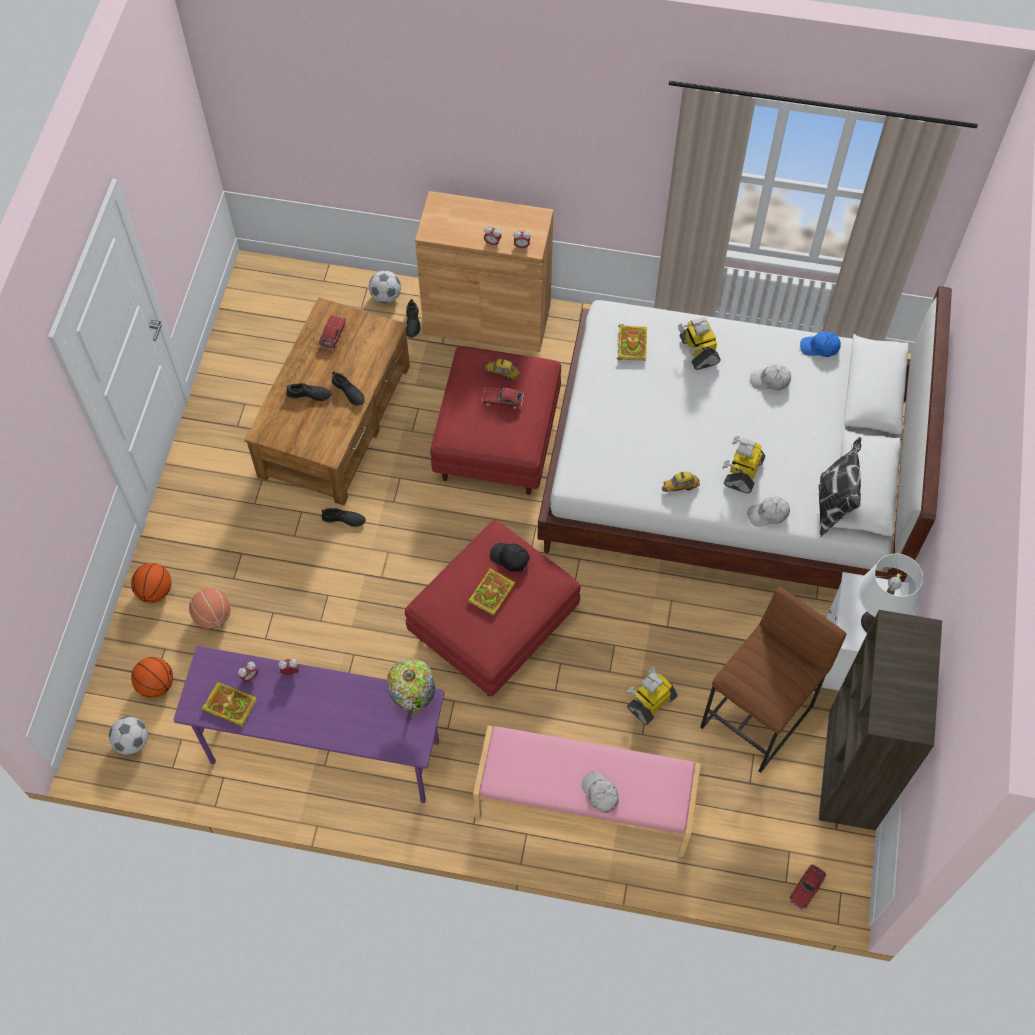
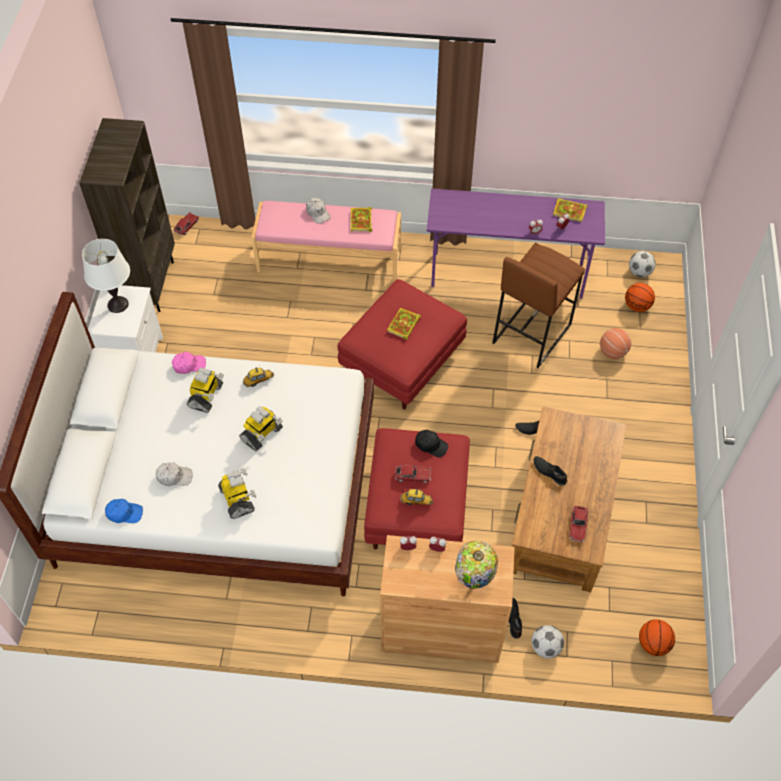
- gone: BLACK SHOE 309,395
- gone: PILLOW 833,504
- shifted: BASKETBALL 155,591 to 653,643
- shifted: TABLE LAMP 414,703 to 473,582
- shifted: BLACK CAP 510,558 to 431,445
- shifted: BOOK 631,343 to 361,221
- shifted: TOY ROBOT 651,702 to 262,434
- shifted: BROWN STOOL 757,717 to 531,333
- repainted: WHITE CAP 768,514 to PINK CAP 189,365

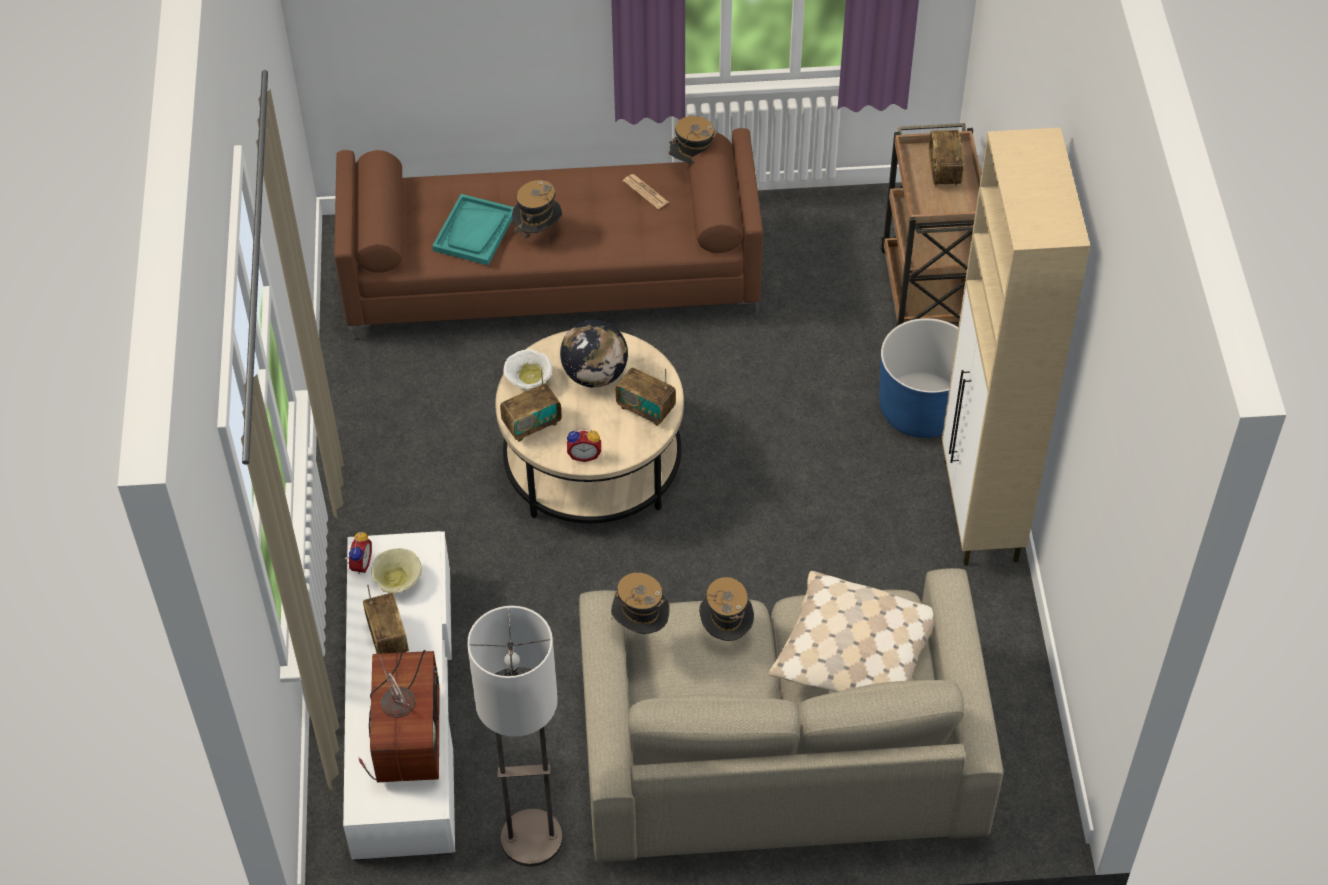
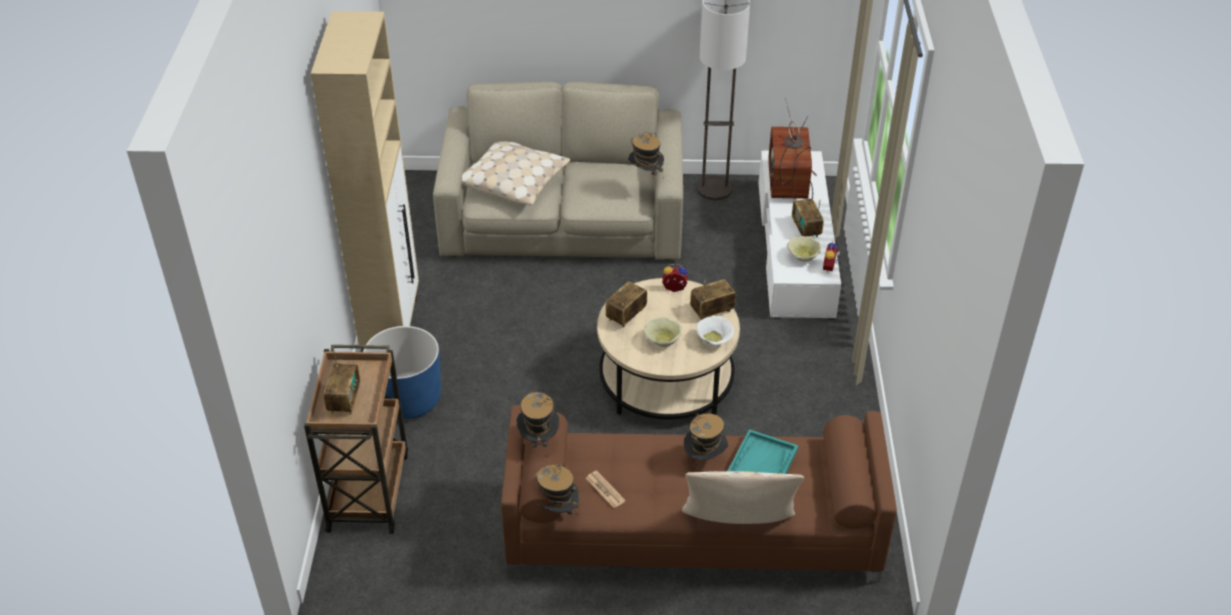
- new: BEIGE PILLOW 738,525
- shifted: HAT 726,631 to 538,440
- swapped: GLOBE 595,375 to BEIGE BOWL 663,340
- rotated: RADIO 646,409 = 626,315 90 degrees counterclockwise

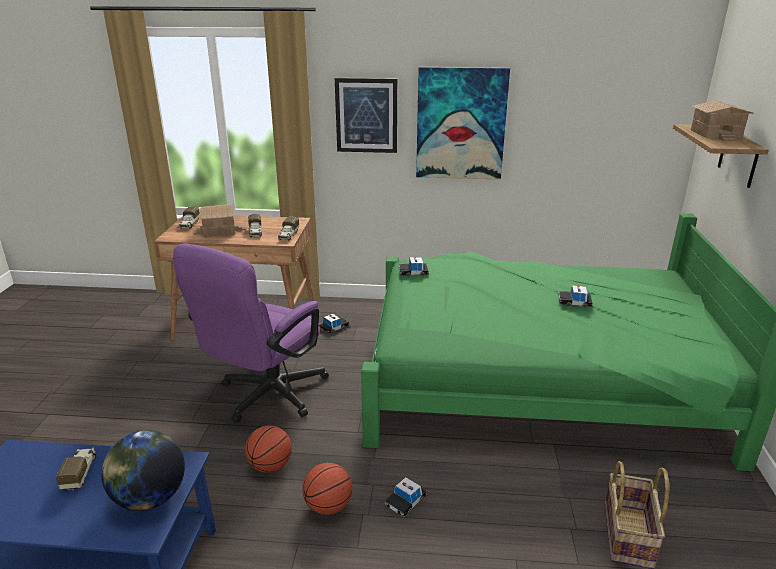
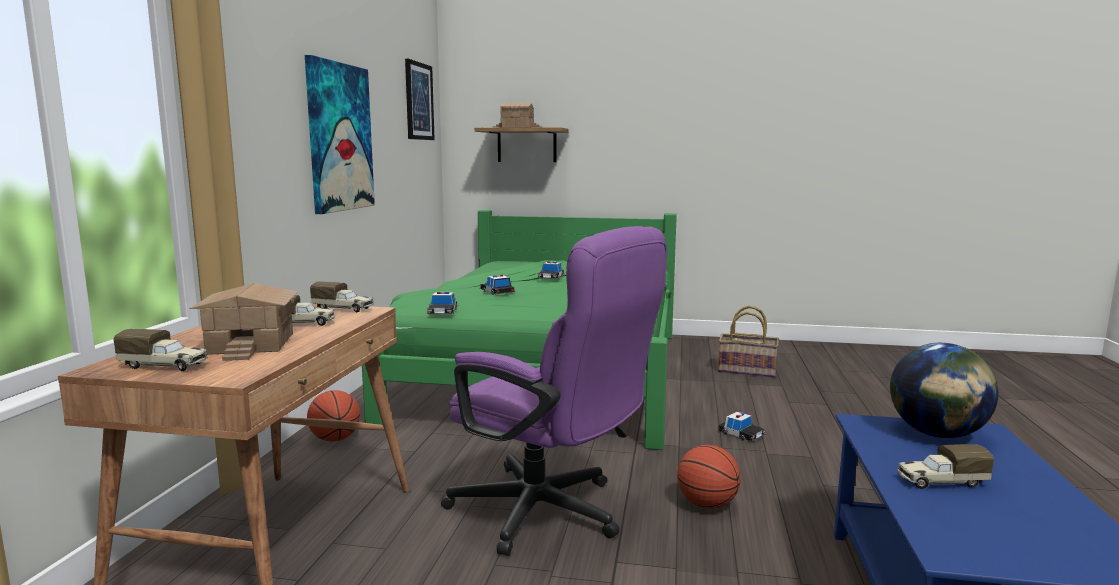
- shifted: BASKETBALL 328,506 to 335,439
- shifted: TOY CAR 334,327 to 497,292
- shifted: PICTURE 366,115 to 418,101

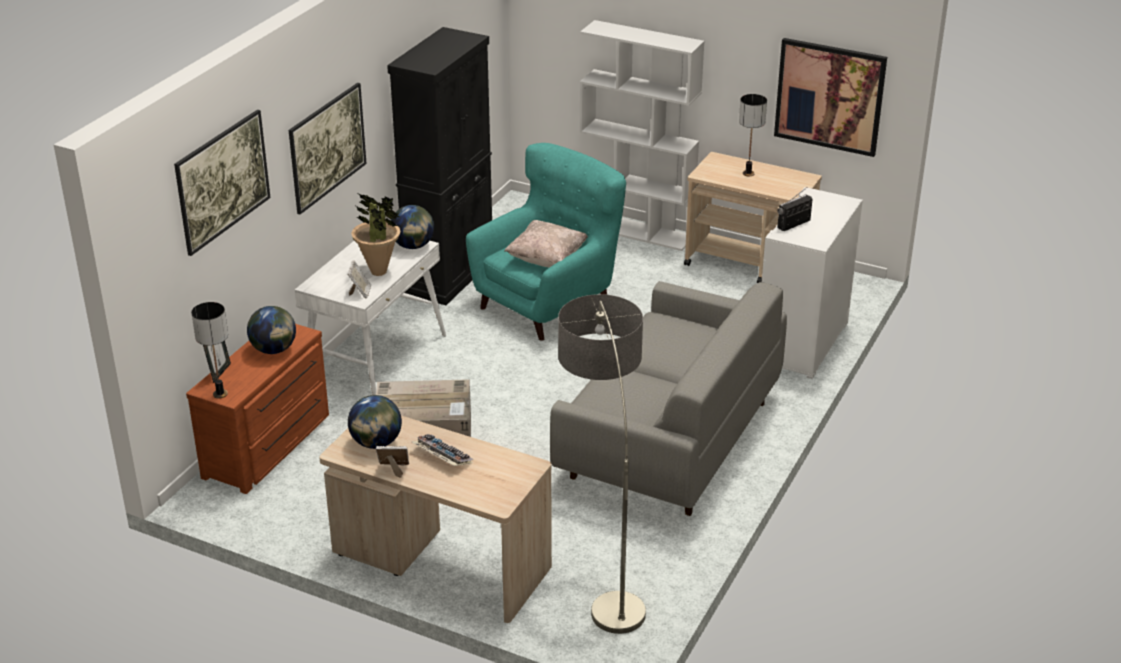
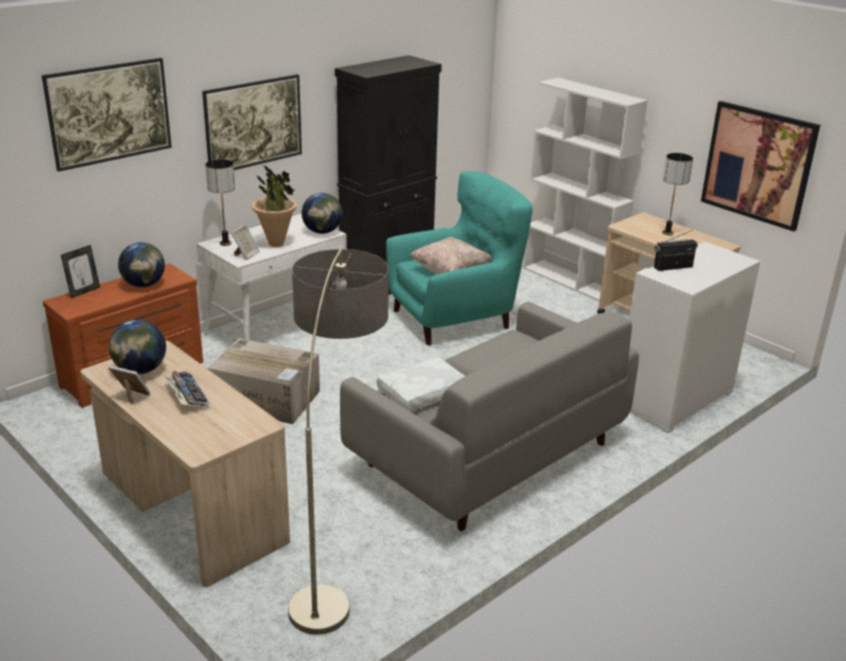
- new: WHITE PILLOW 423,394
- shifted: TABLE LAMP 220,394 to 225,243

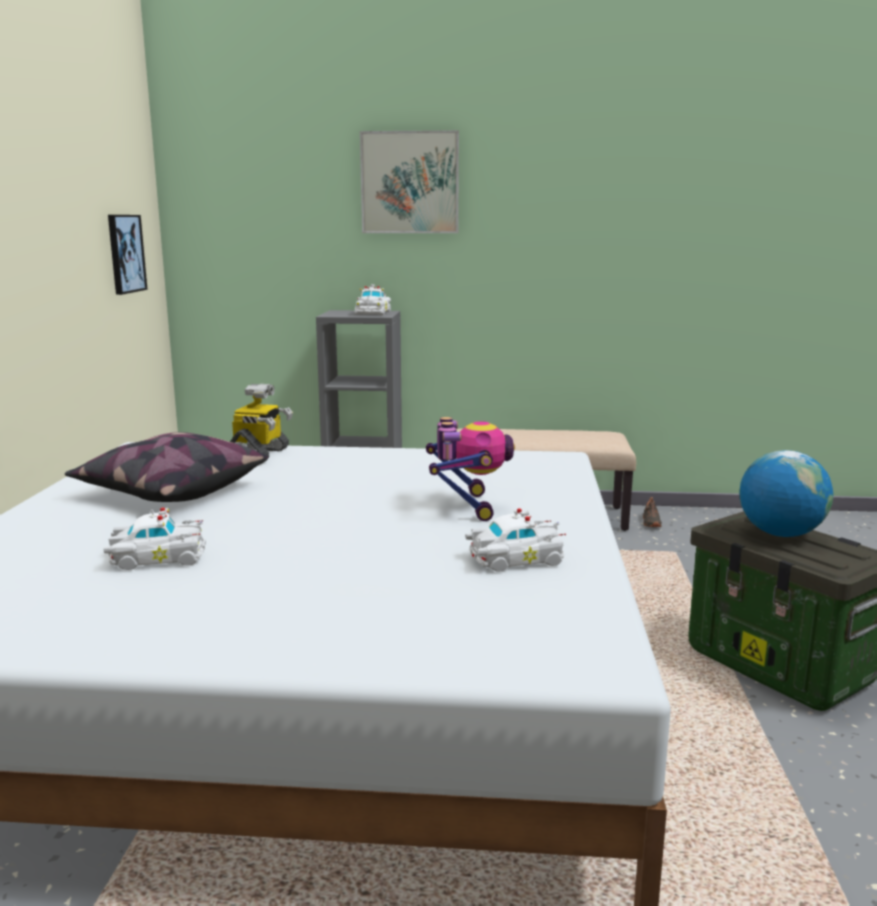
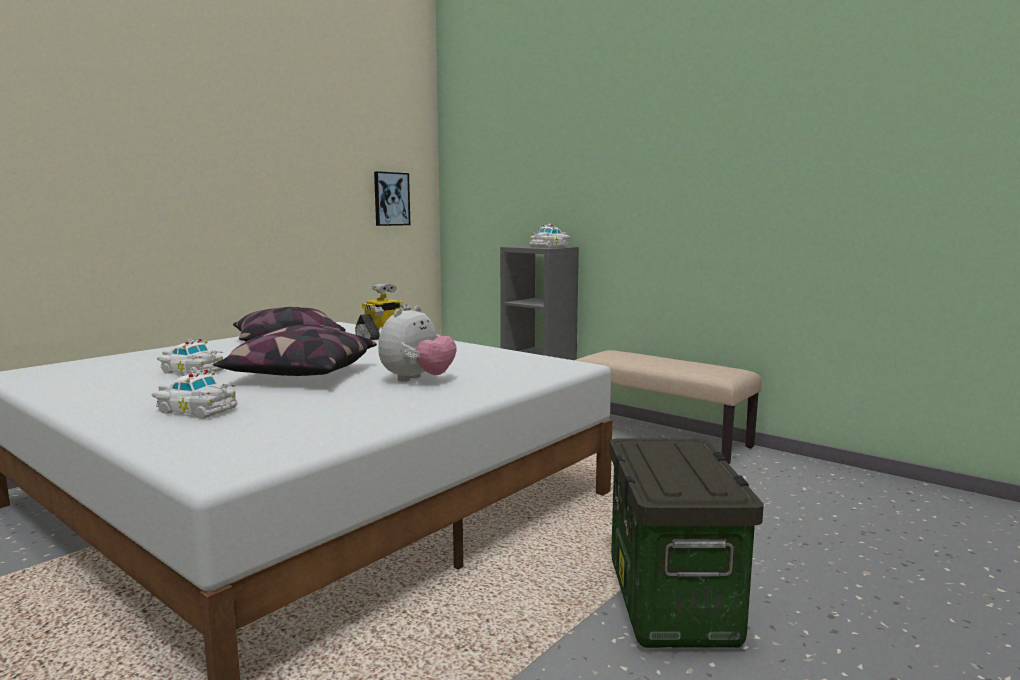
- gone: PICTURE 410,183
- gone: BLACK SHOE 650,522
- gone: GLOBE 780,534
- new: PILLOW 301,376
- shifted: WHITE TOY CAR 513,559 to 196,410
- swapped: TOY ROBOT 467,506 to PLUSH TOY 417,380

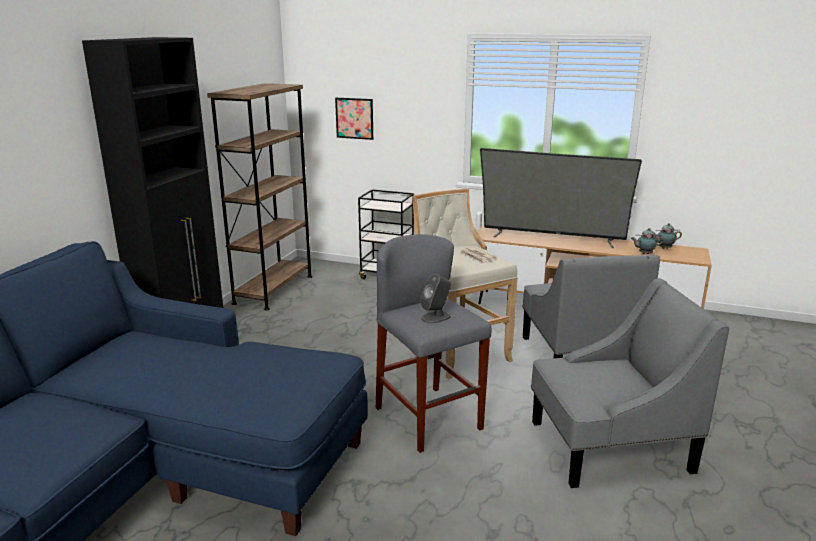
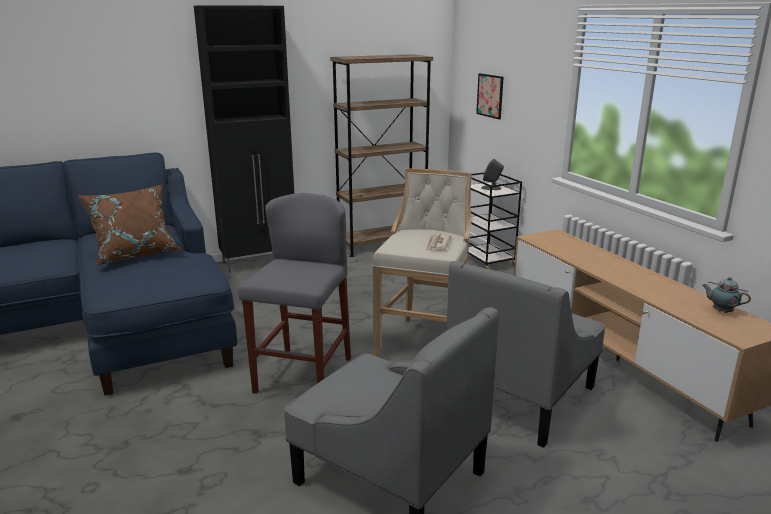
- gone: TELEVISION 552,238
- gone: TEAPOT 644,253
- new: BROWN PILLOW 135,254
- shifted: GREY SPEAKER 436,317 to 491,188

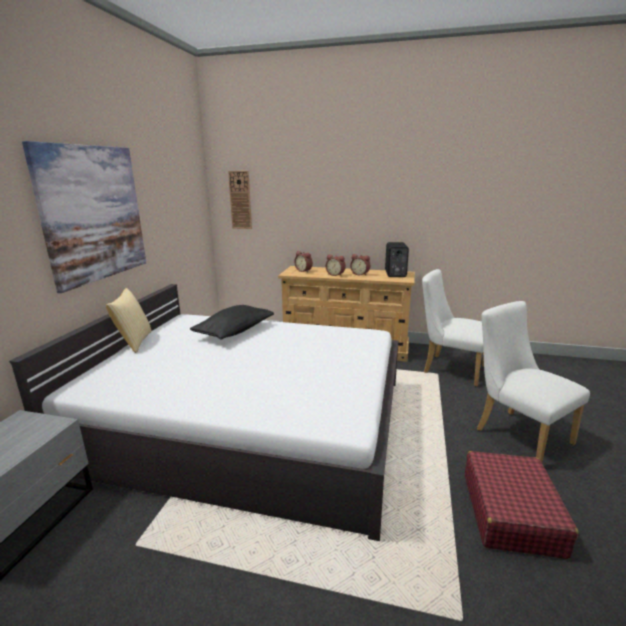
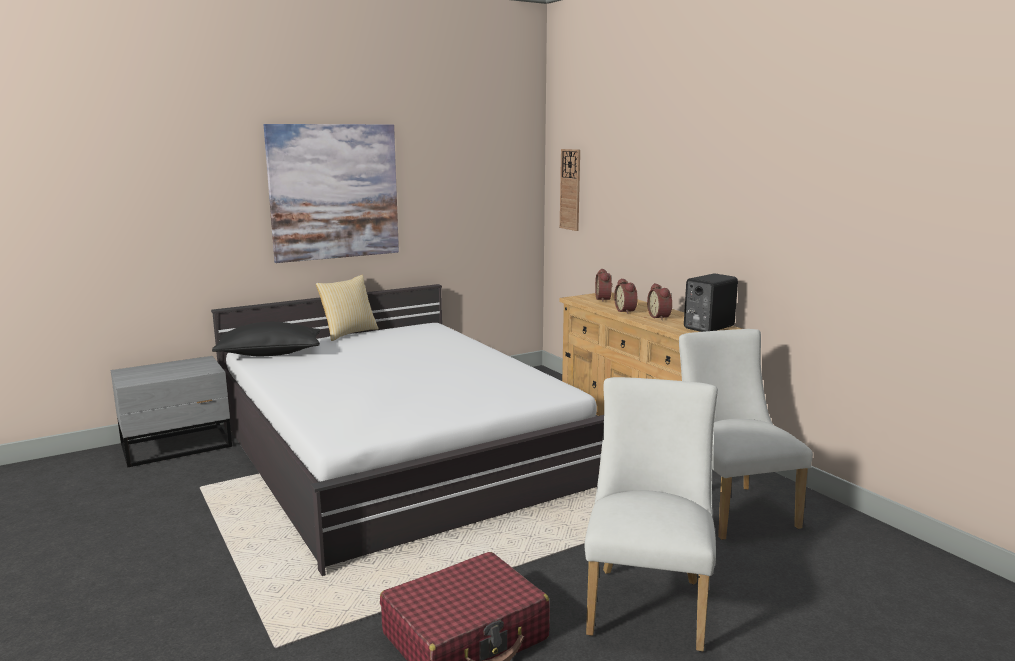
- shifted: BLACK PILLOW 234,331 to 270,354

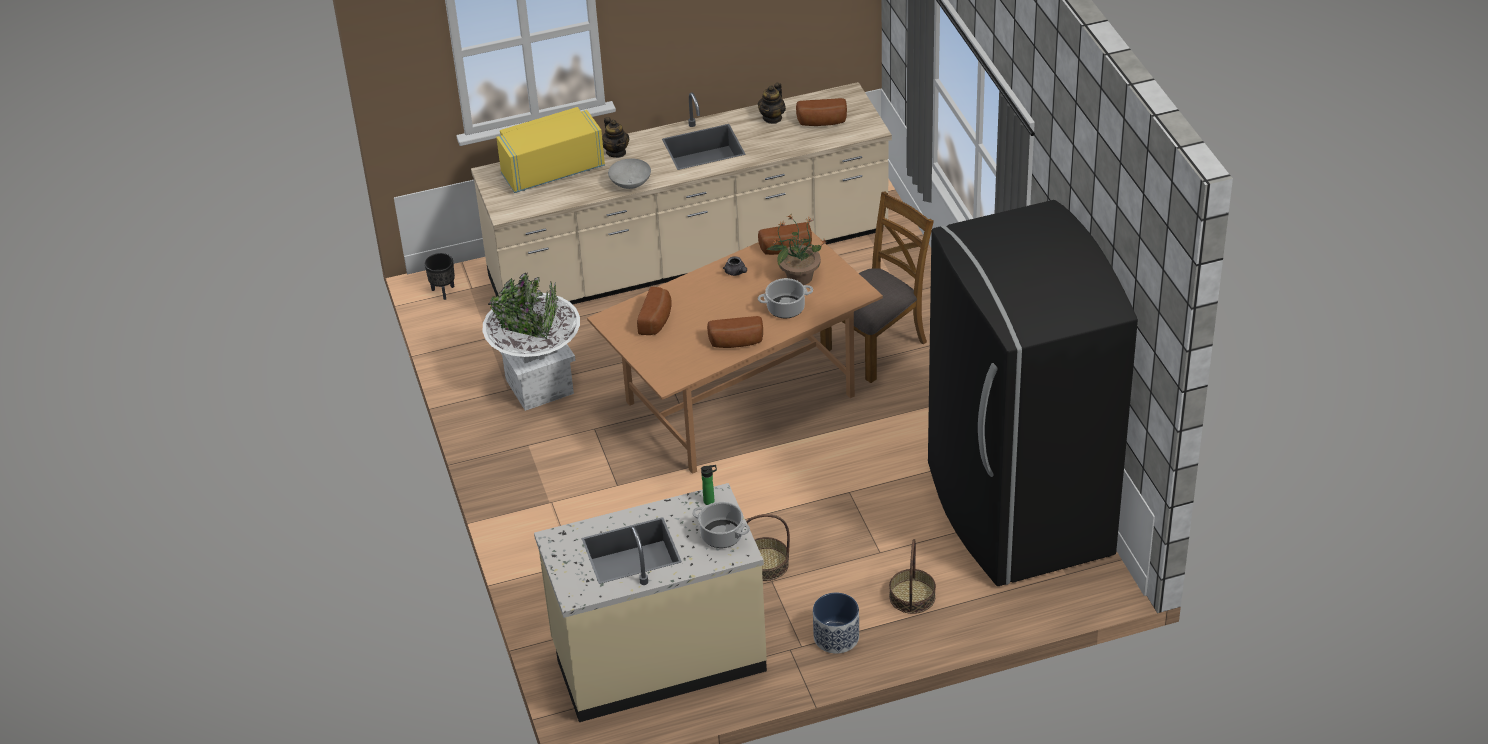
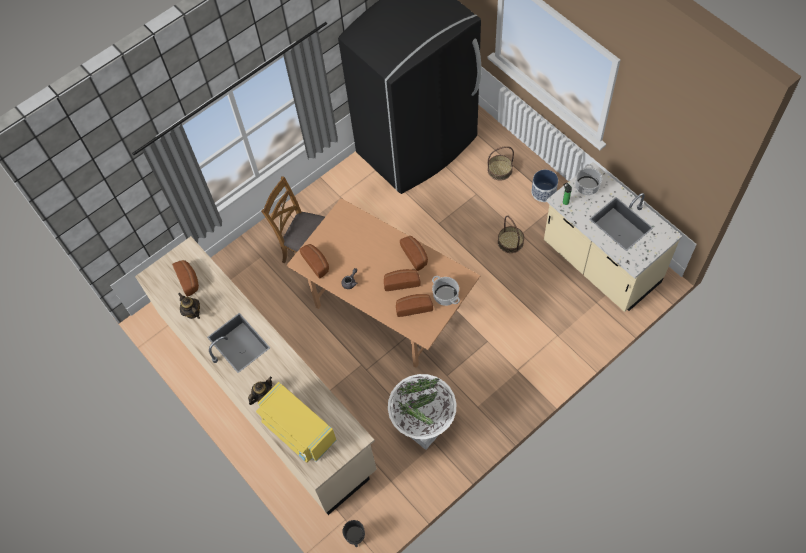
- gone: GREY BOWL 629,184
- gone: POTTED PLANT 798,277
- new: BREAD 401,282
- shifted: COOKING POT 786,308 to 445,295
- rotated: TEAPOT 772,118 = 192,312 135 degrees counterclockwise

